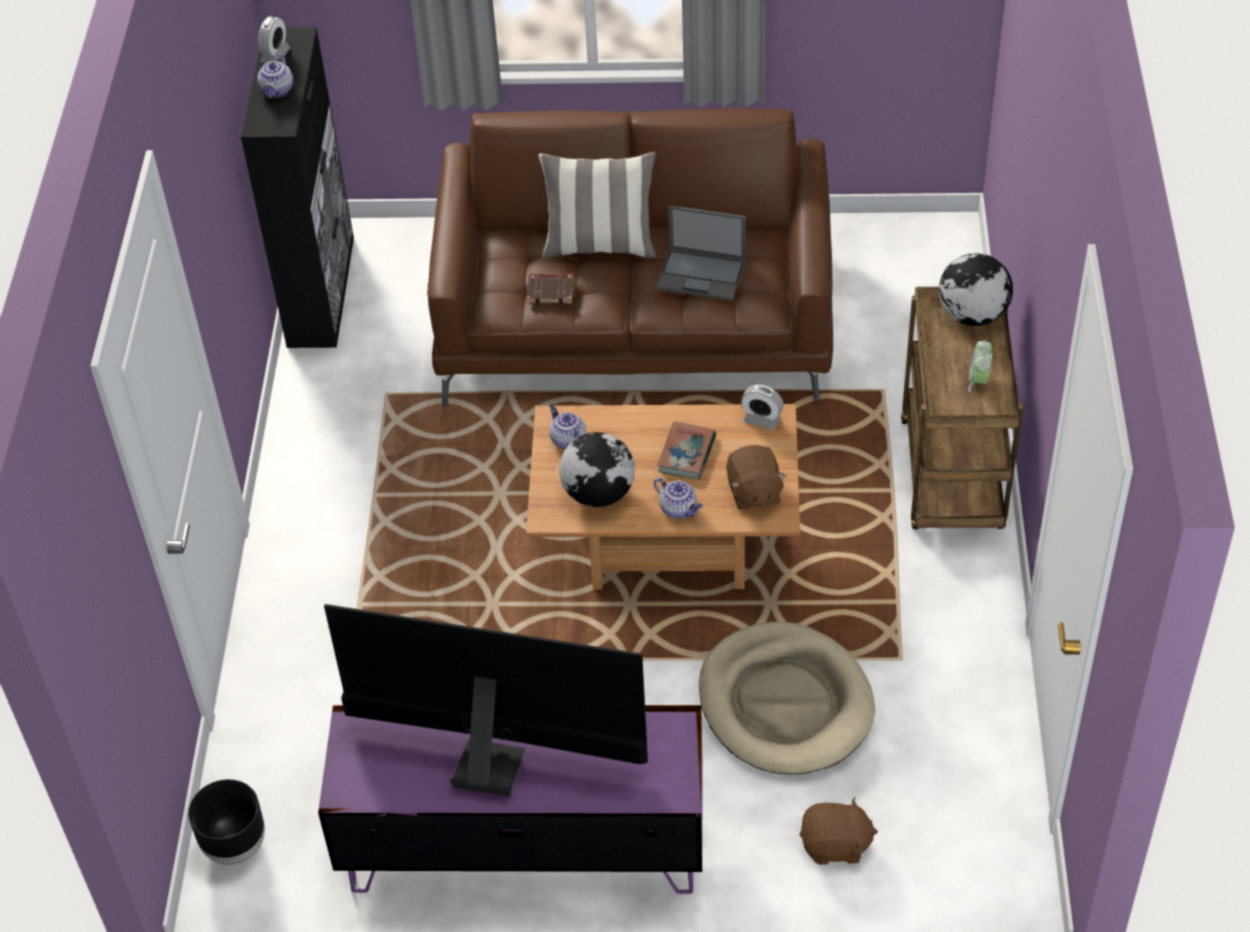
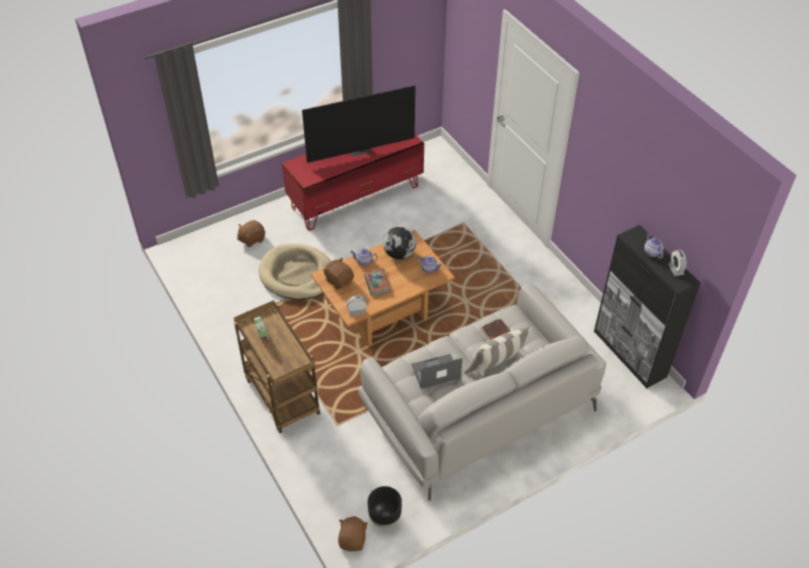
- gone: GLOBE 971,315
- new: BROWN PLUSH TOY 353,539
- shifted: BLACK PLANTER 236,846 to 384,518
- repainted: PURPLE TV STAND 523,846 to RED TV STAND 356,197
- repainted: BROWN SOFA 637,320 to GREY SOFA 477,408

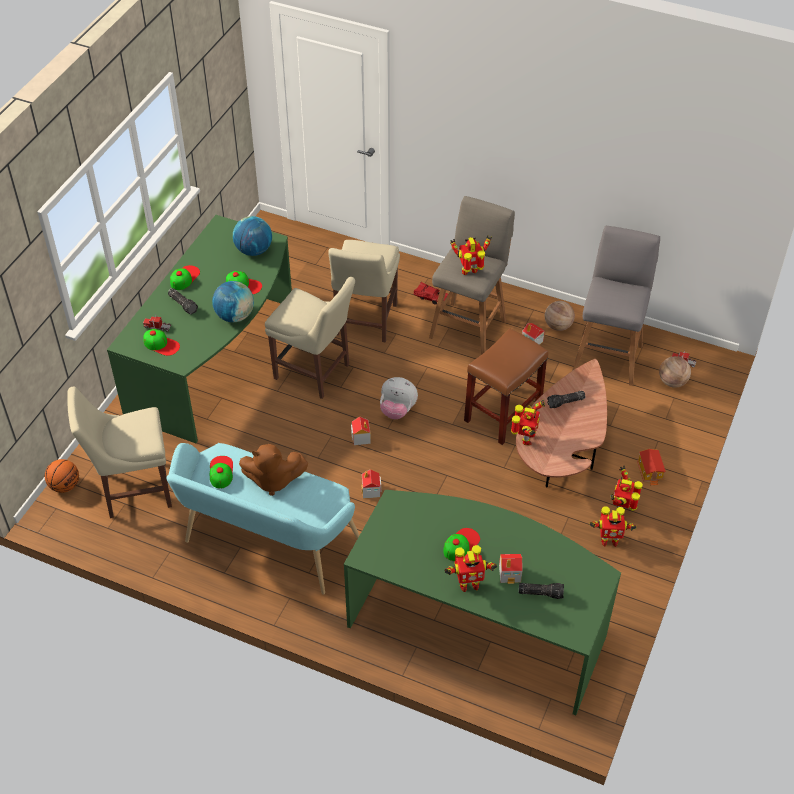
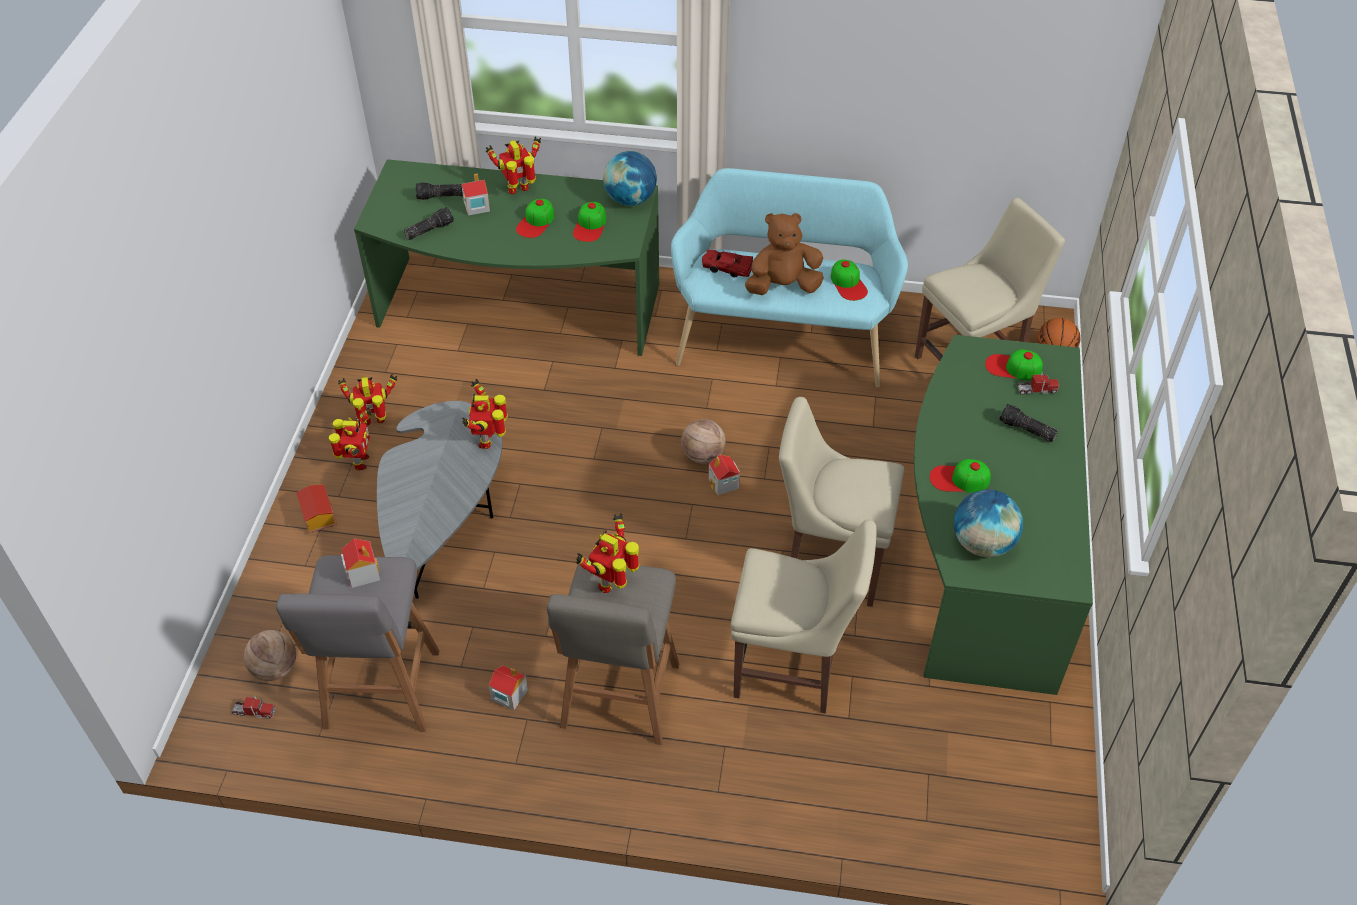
- gone: PLUSH TOY 397,410
- gone: BROWN STOOL 502,415
- shifted: CAP 184,277 to 590,225
- shifted: GLOBE 235,316 to 630,200
- shifted: TOY HOUSE 371,491 to 363,572
- shifted: RED TOY CAR 431,297 to 727,268
- shifted: BASKETBALL 558,326 to 703,455
- shifted: FLASHLIGHT 565,403 to 429,229
- repainted: BROWN COFFEE TABLE 561,452 to GREY COFFEE TABLE 443,520
- rotated: BEIGE CHAIR 364,322 = 792,670 105 degrees clockwise
- rotated: TOY ROBOT 470,272 = 612,583 150 degrees clockwise

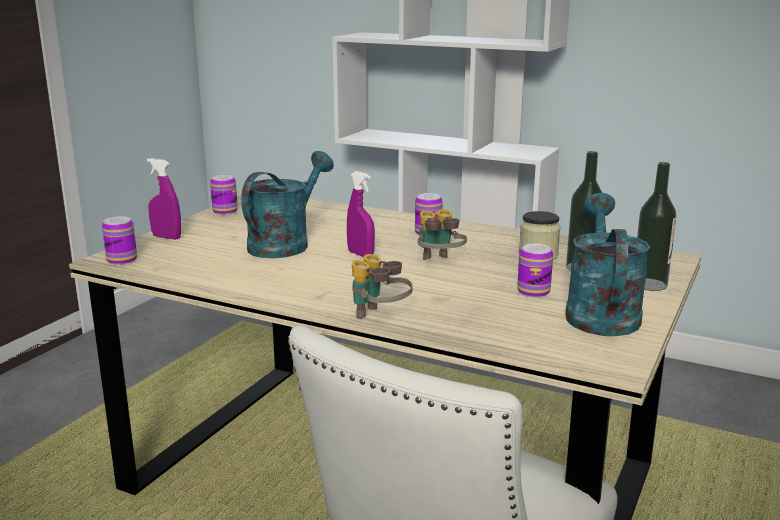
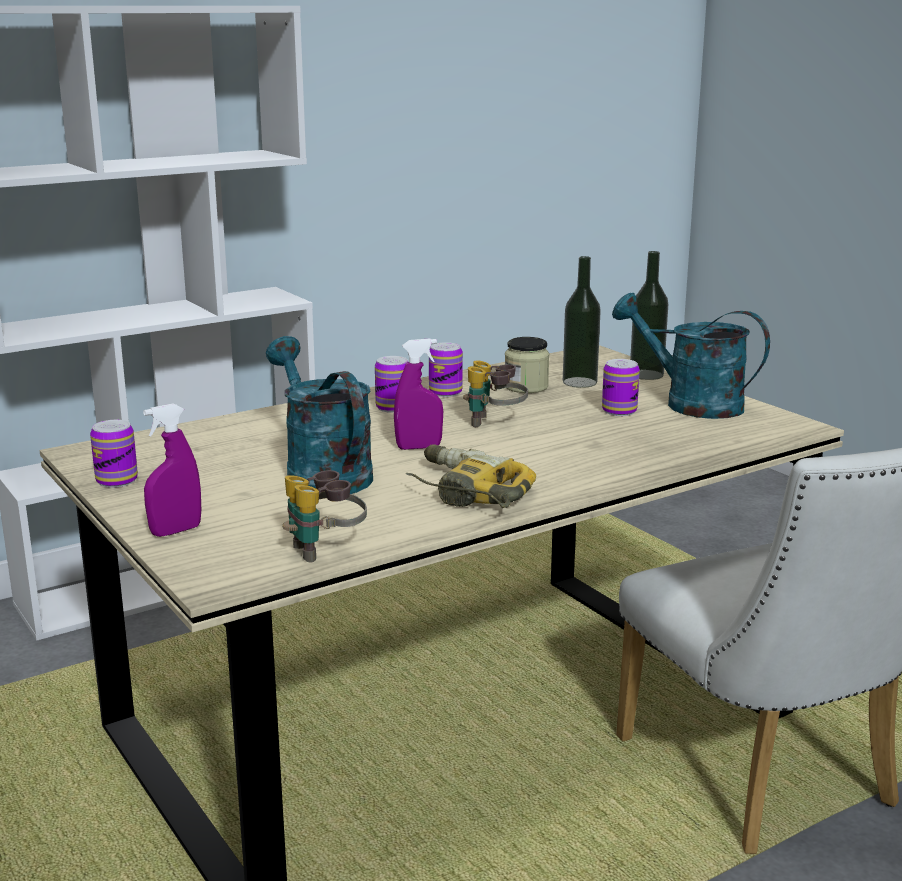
- new: POWER DRILL 465,492
- shifted: CAN 122,260 to 445,392
- shifted: BINOCULARS 380,317 to 324,550

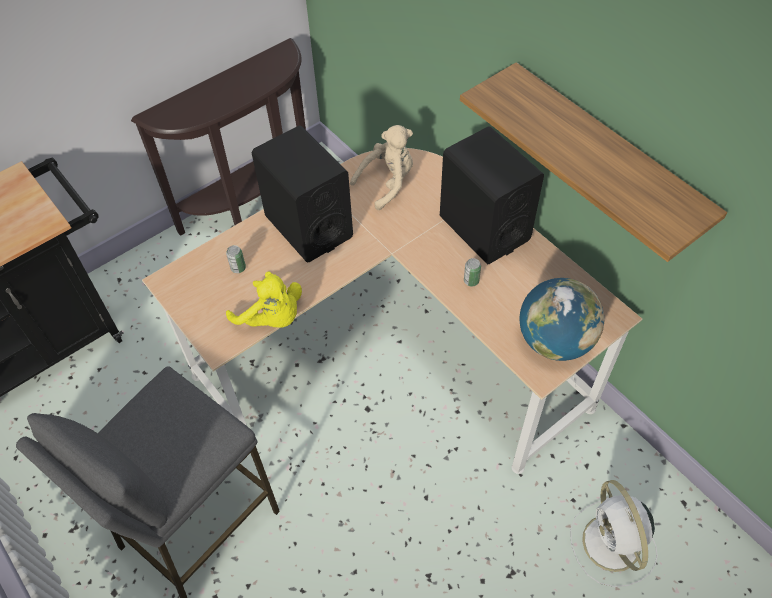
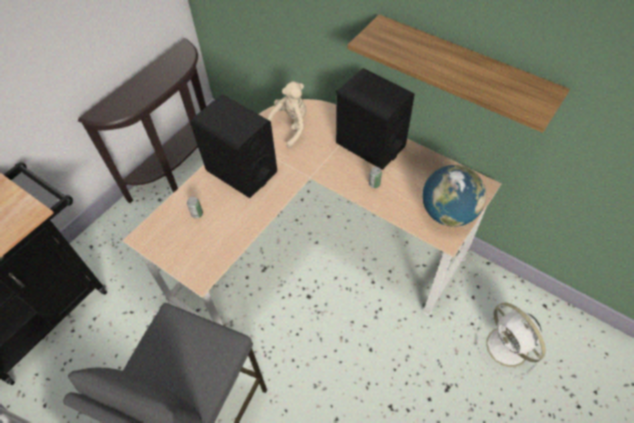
- gone: YELLOW PLUSH TOY 272,318

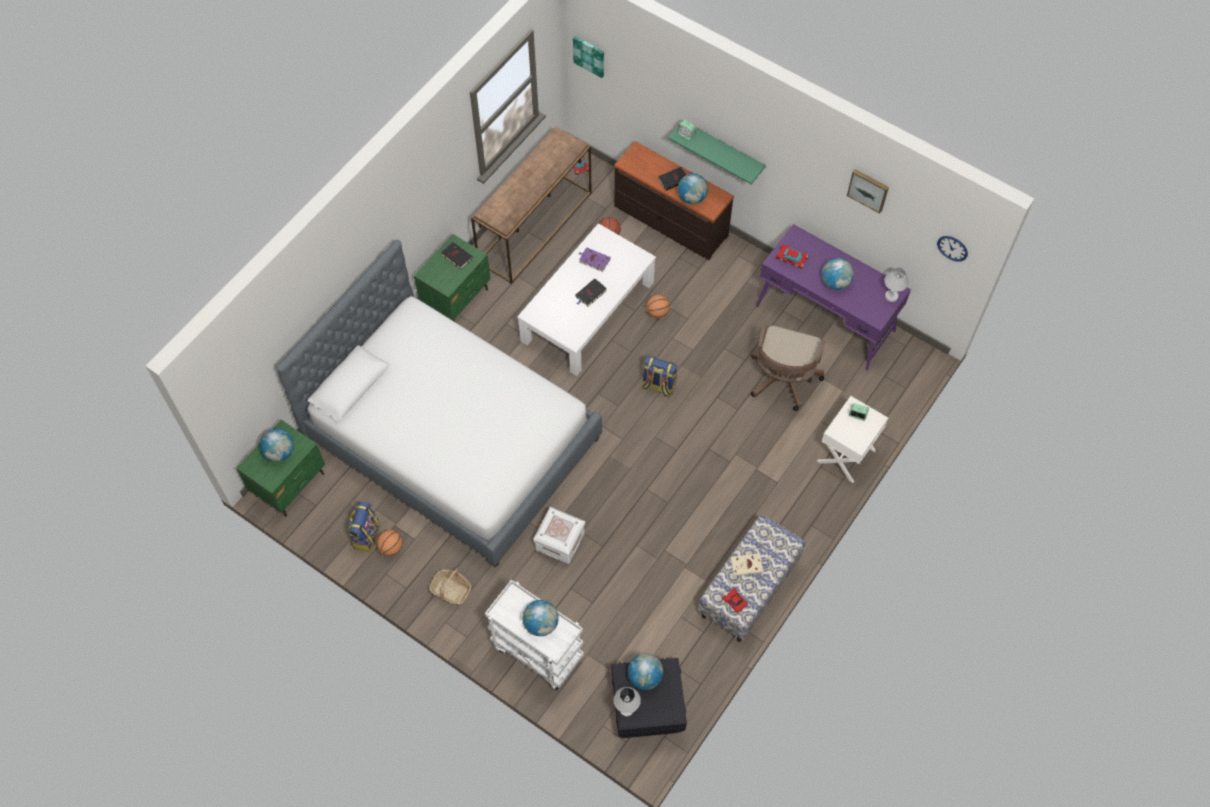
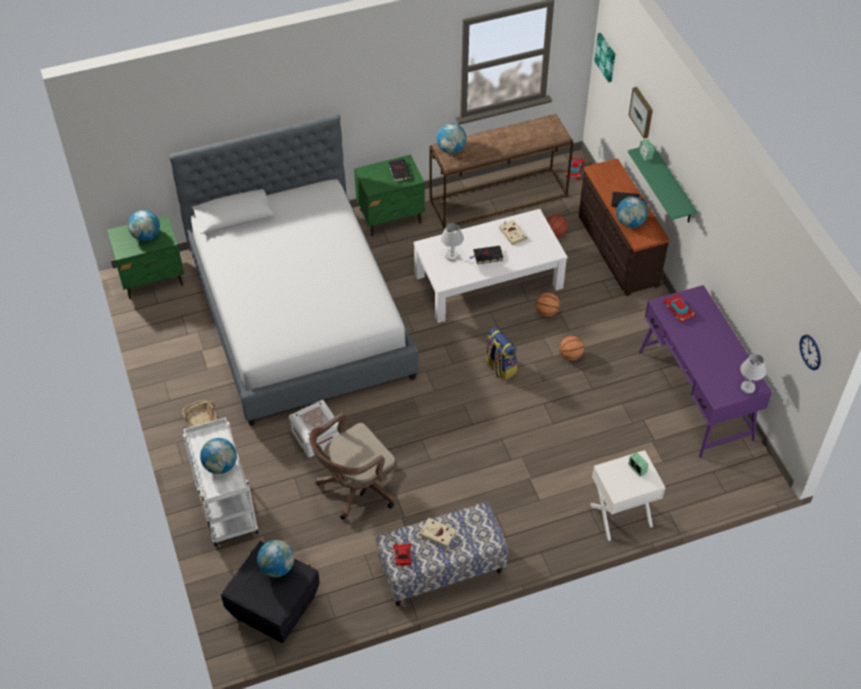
- gone: BACKPACK 365,535
- shifted: BASKETBALL 391,548 to 570,355
- shifted: WHITE TABLE LAMP 626,709 to 451,256
- shifted: BROWN OFFICE CHAIR 782,381 to 355,487
- shifted: GLOBE 835,282 to 451,149
- shifted: PICTURE 868,189 to 642,112
- repainted: PURPLE BOOK 593,260 to BEIGE BOOK 511,233

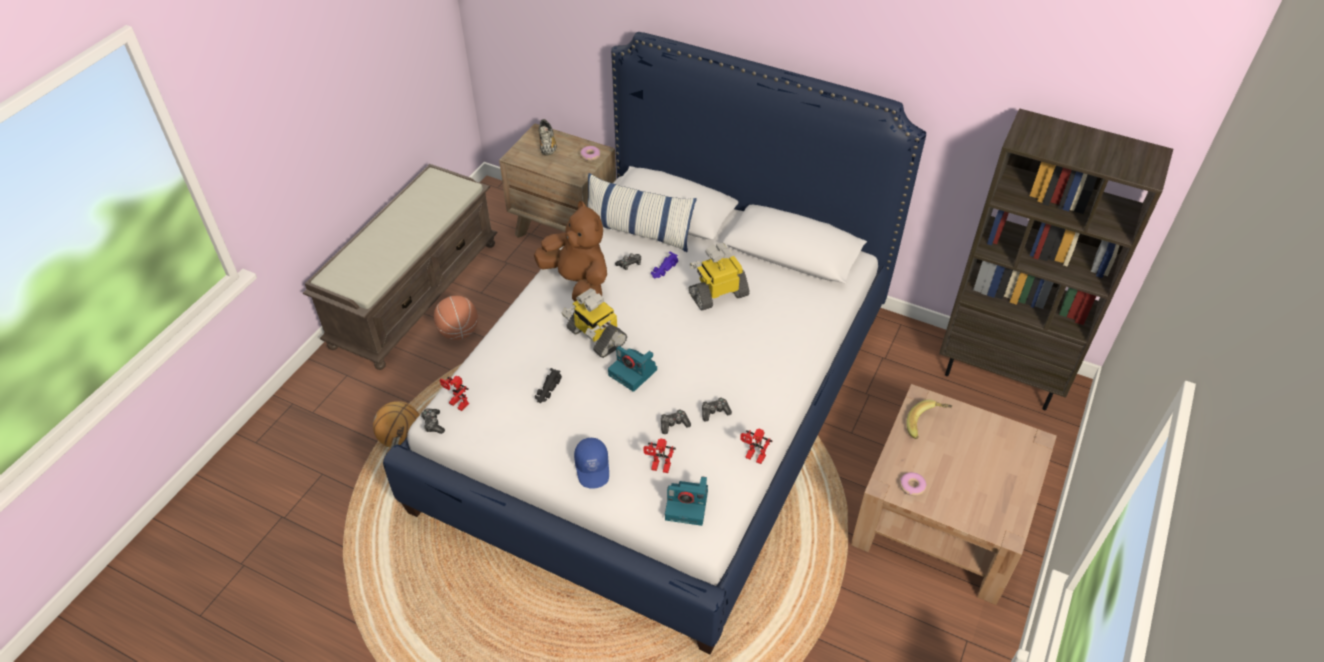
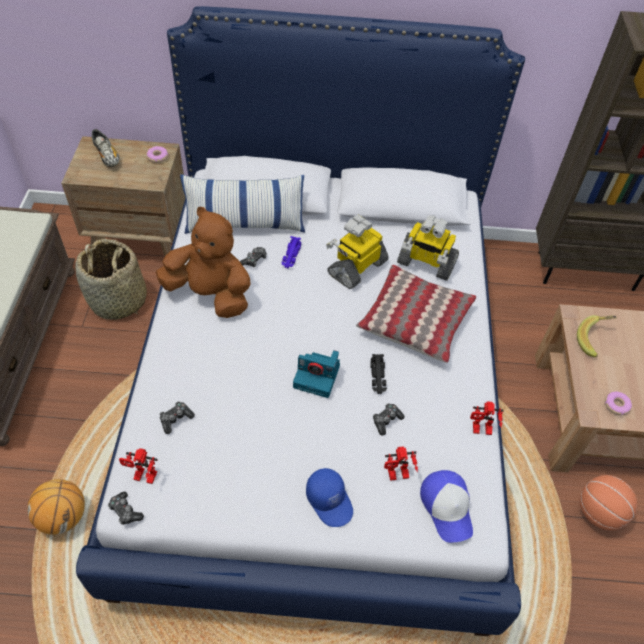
- new: BASKET 118,301
- new: PILLOW 415,320
- shifted: BASKETBALL 459,332 to 599,512
- shifted: BLACK TOY CAR 548,390 to 378,377
- shifted: TOY ROBOT 595,336 to 426,263
- shifted: GAME CONTROLLER 715,412 to 176,419
- swapped: PHOTO CAMERA 688,505 to CAP 447,507

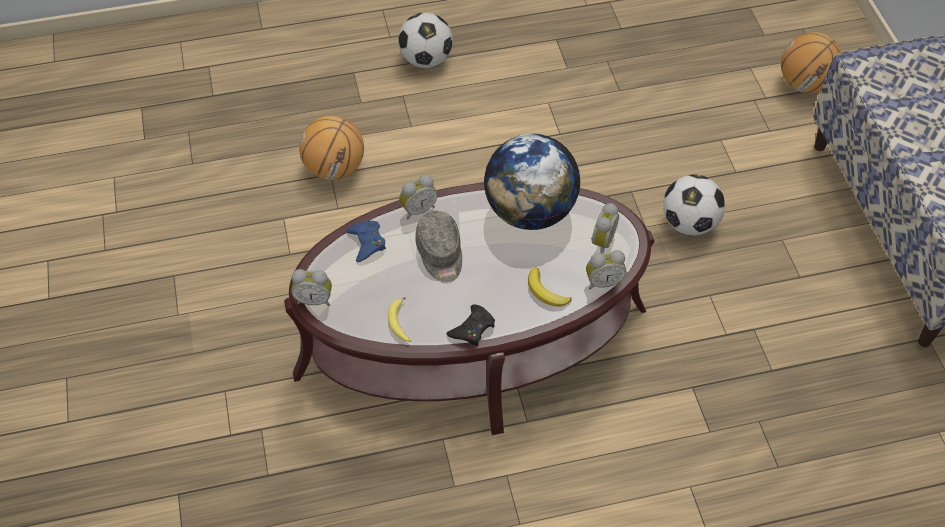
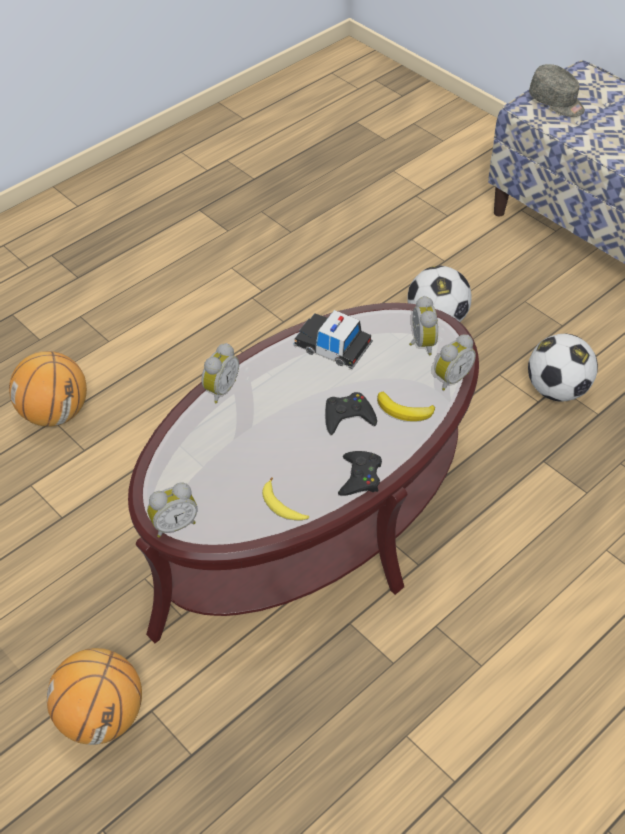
- gone: BLUE GAME CONTROLLER 367,243
- new: BLACK GAME CONTROLLER 348,417
- shifted: FOOTBALL 426,60 to 557,390
- shifted: GREY CAP 440,254 to 556,102
- shifted: BASKETBALL 805,84 to 102,717
- swapped: GLOBE 529,212 to TOY CAR 332,345

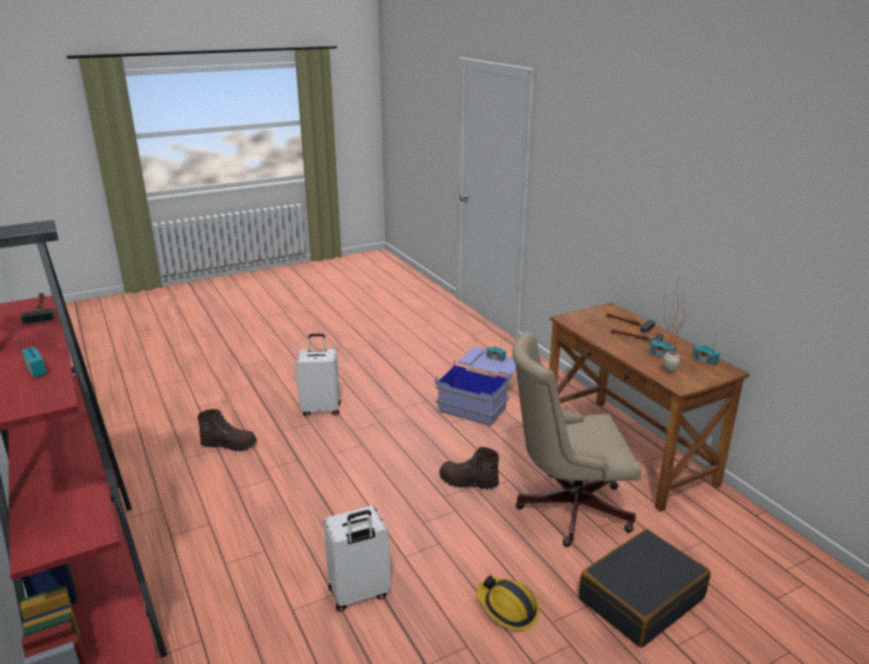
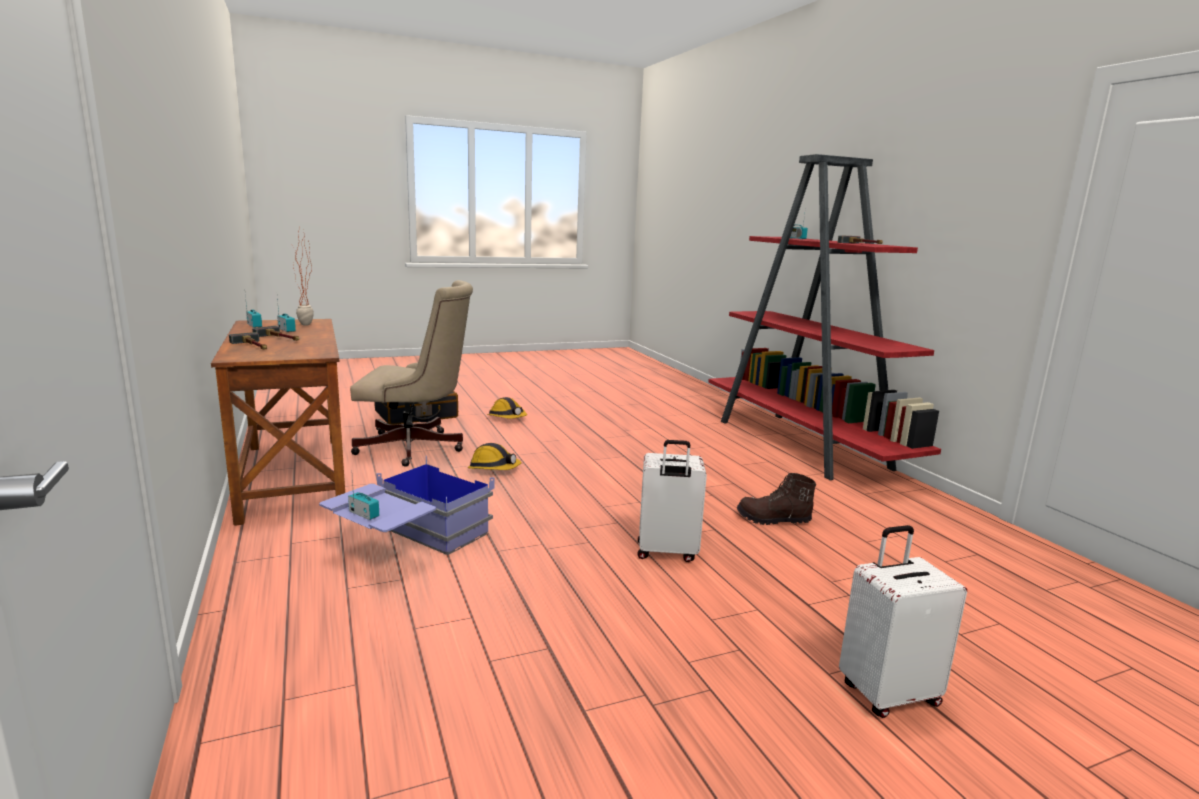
- shifted: WHITE SUITCASE 359,594 to 887,693
- swapped: BROWN BOOT 468,482 to HARD HAT 494,469

